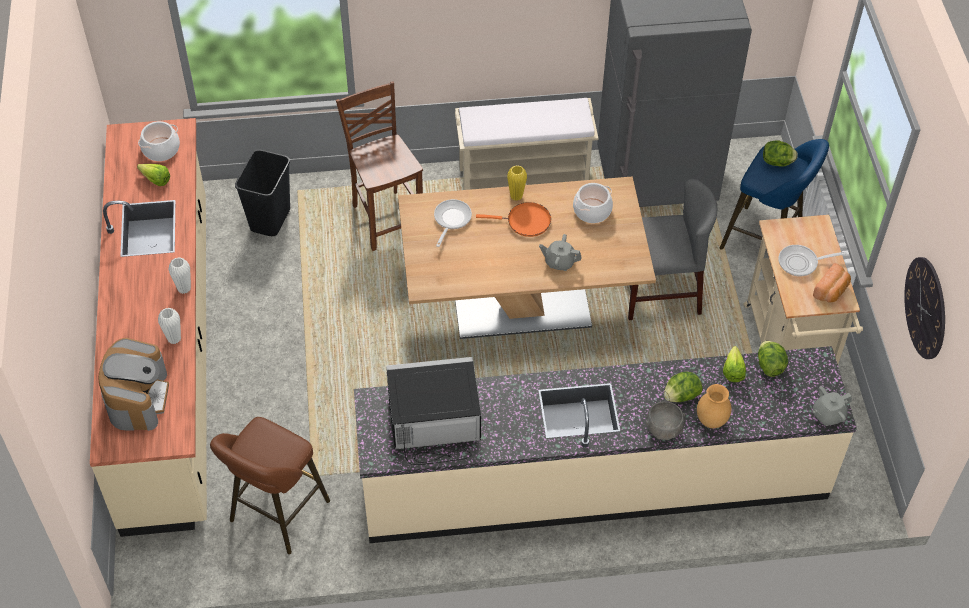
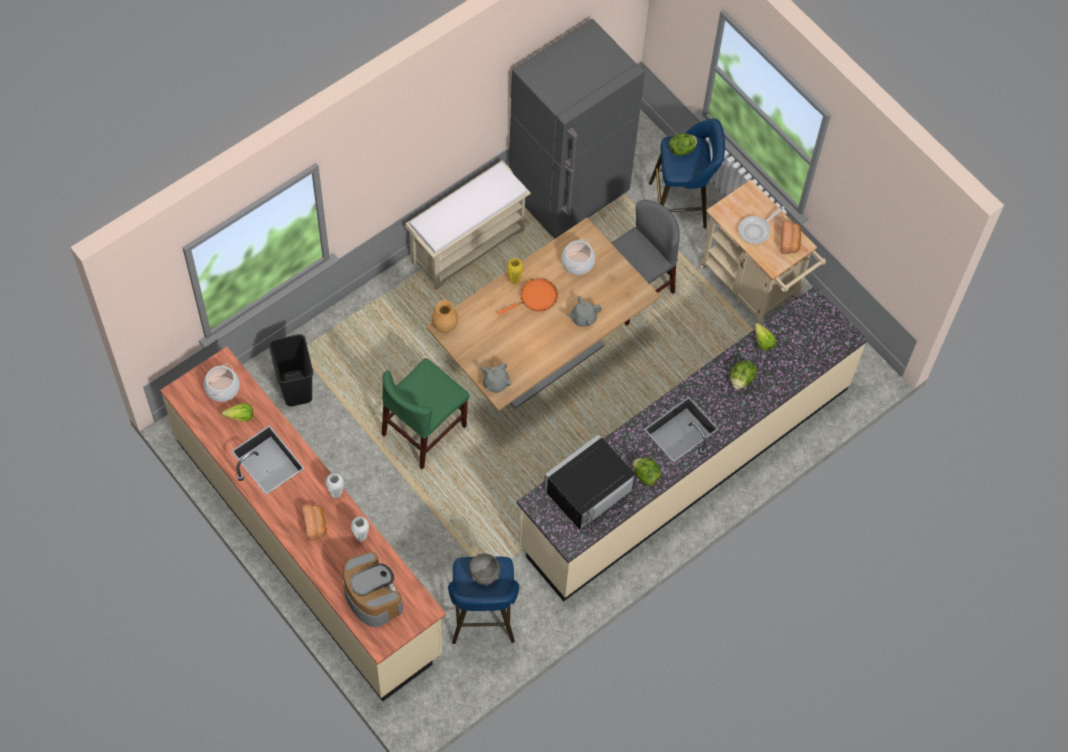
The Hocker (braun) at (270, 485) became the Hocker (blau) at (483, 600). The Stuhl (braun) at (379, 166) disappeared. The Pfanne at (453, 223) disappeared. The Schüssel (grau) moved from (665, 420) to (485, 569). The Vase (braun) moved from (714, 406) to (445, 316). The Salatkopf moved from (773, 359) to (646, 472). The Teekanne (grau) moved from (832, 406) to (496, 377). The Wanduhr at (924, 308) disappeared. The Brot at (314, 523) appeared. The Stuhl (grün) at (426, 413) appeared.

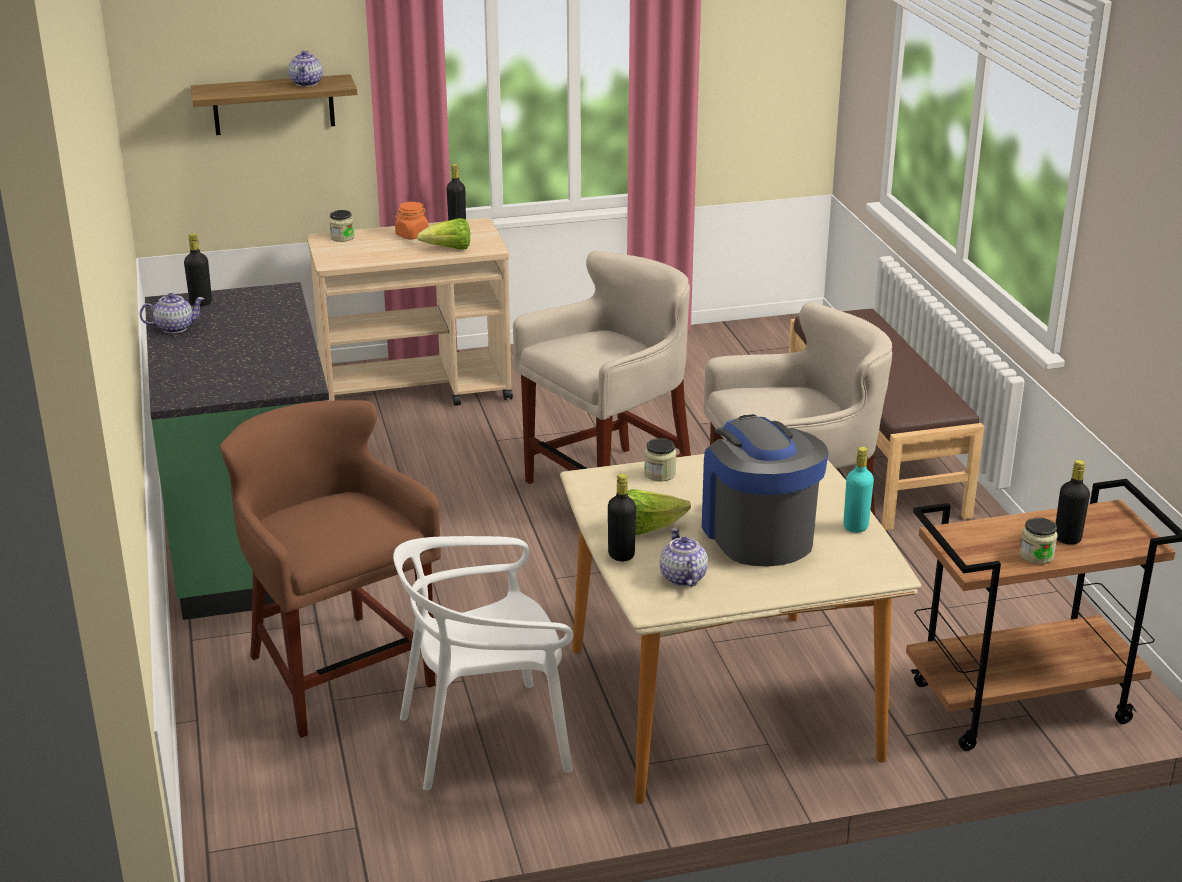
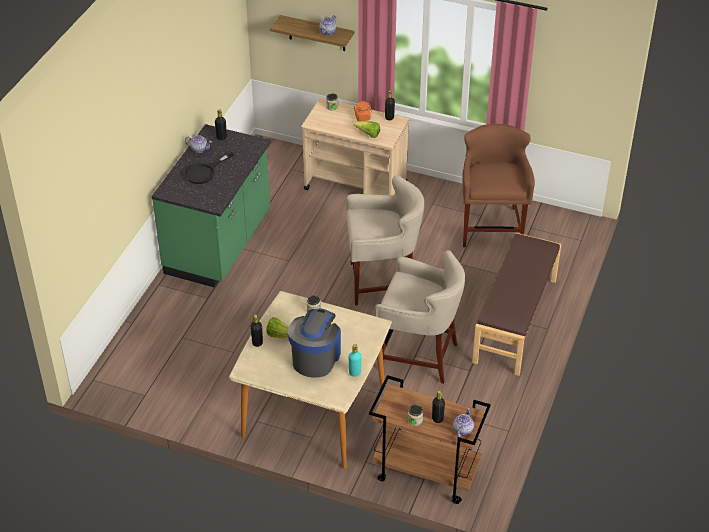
The Hocker (braun) moved from (330, 569) to (499, 186). The Stuhl (weiß) at (483, 663) disappeared. The Teekanne moved from (684, 557) to (463, 423). The Pfanne (schwarz) at (209, 168) appeared.

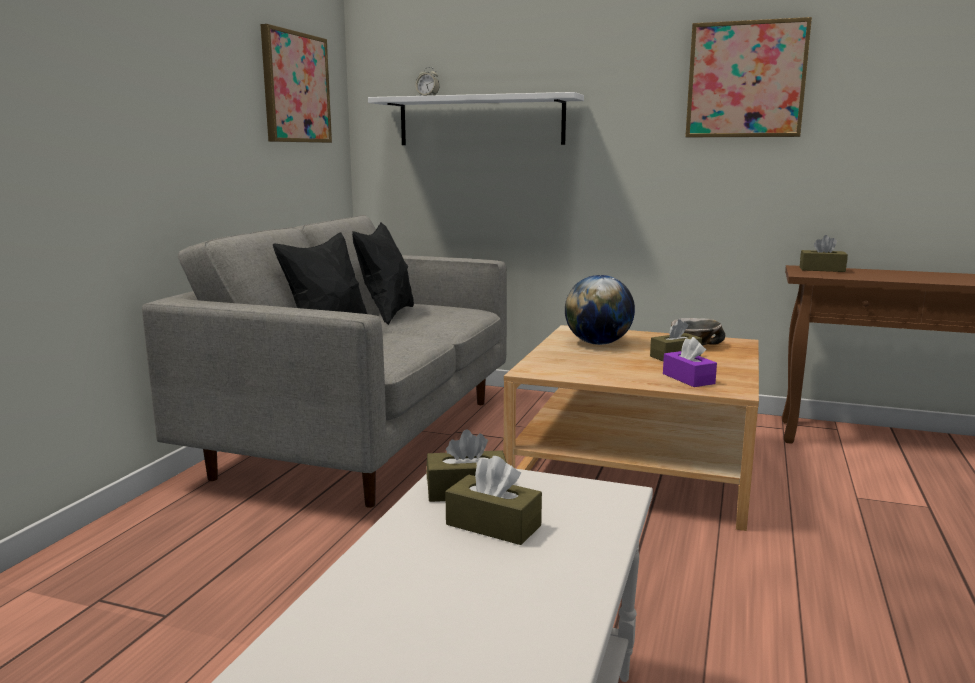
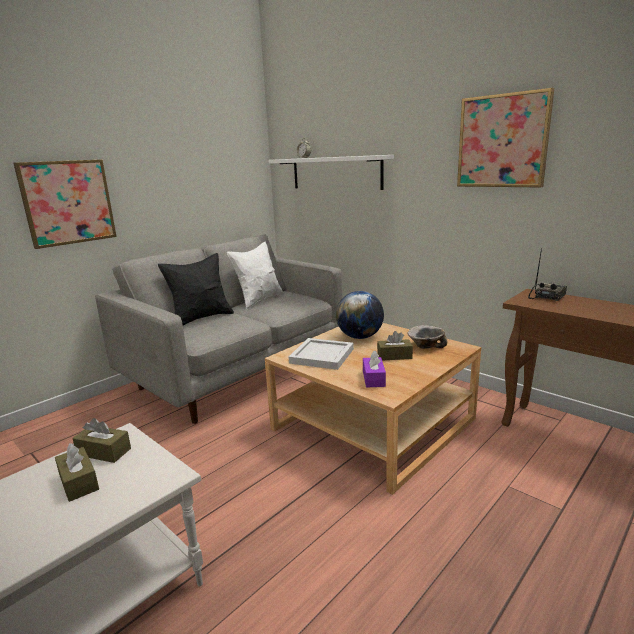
The Bild moved from (296, 83) to (65, 204). The Kissen (schwarz) at (383, 273) became the Kissen (weiß) at (255, 275). The Taschentuchbox (braun) at (824, 253) was replaced by the Radio at (547, 274). The Tablett (weiß) at (321, 354) appeared.

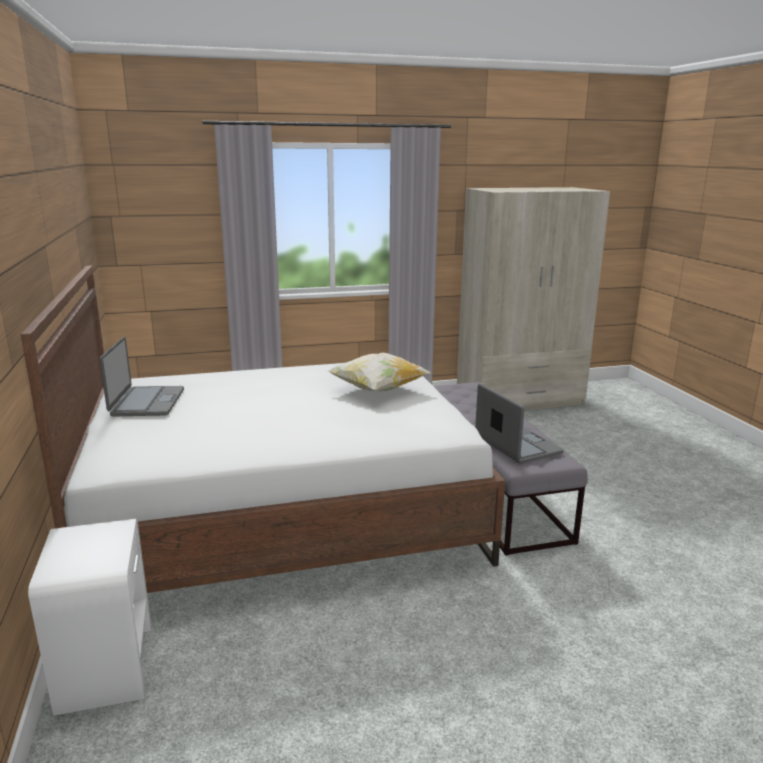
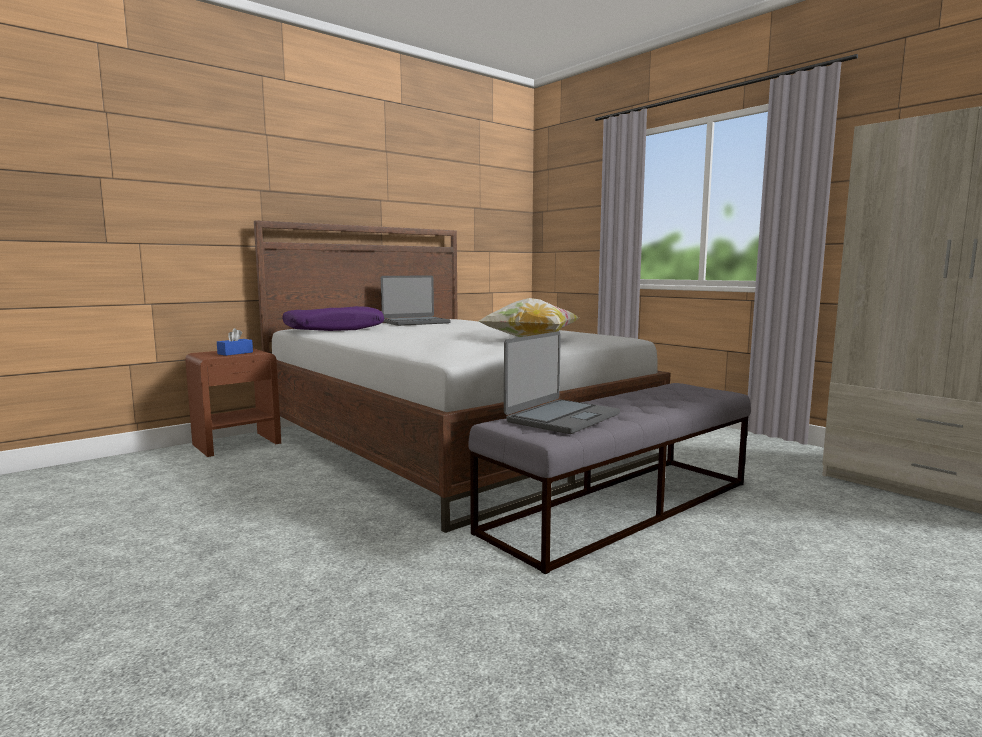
The Nachttisch (weiß) at (90, 617) became the Nachttisch (braun) at (233, 402). The Taschentuchbox (blau) at (235, 342) appeared. The Kissen (lila) at (333, 318) appeared.

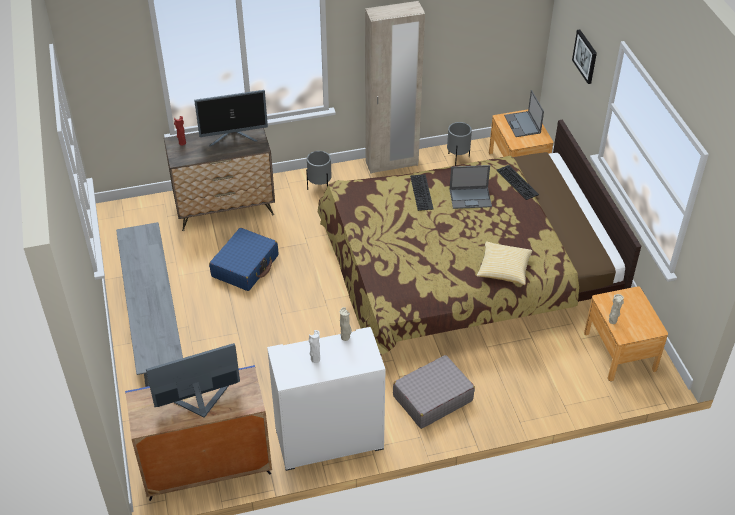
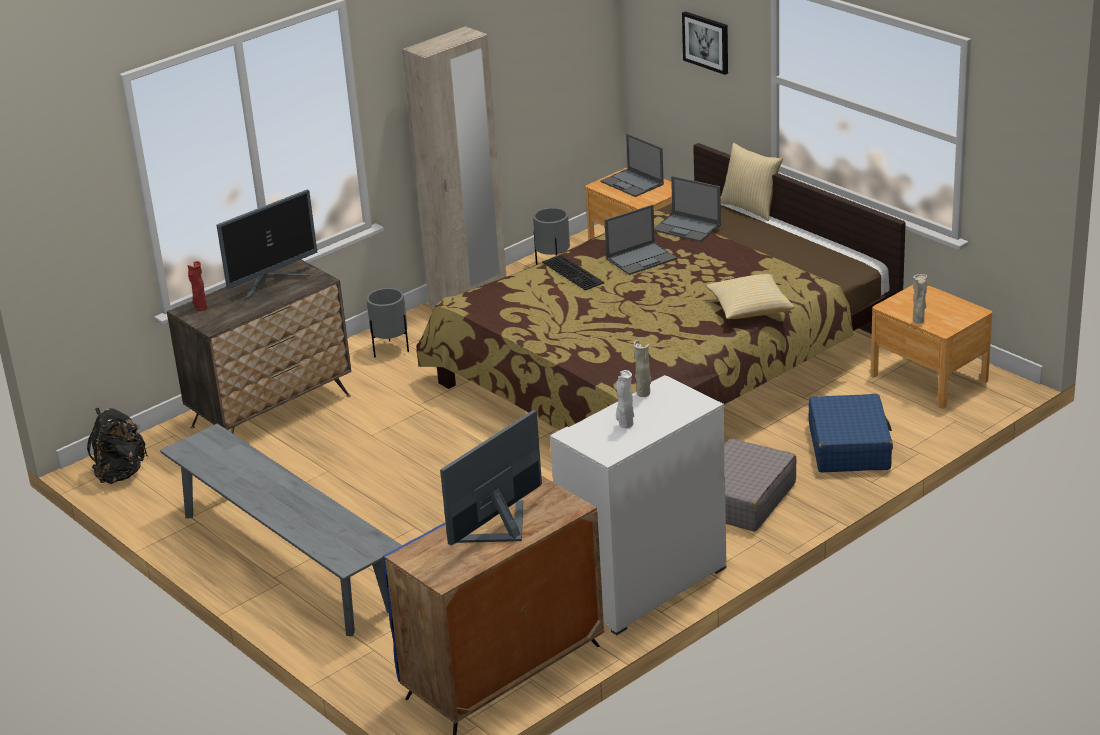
The Koffer (blau) moved from (243, 259) to (850, 433). The Tastatur at (518, 182) was replaced by the Laptop at (687, 209). The Rucksack (schwarz) at (117, 446) appeared. The Kissen at (751, 182) appeared.

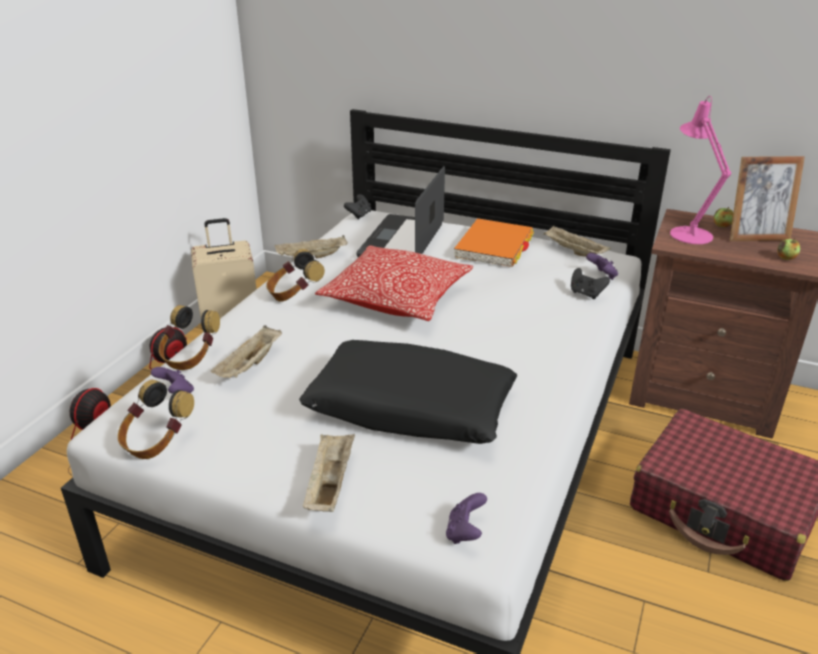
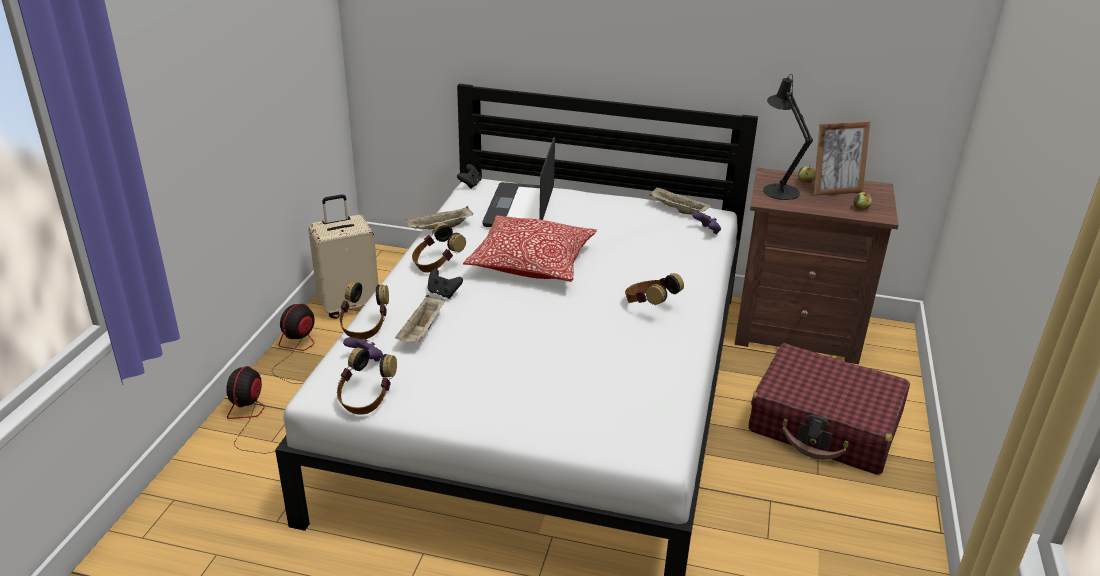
The Kissen (schwarz) at (408, 392) disappeared. The Tablett (beige) at (329, 473) disappeared. The Gamepad (lila) at (466, 518) disappeared. The Buch (orange) at (494, 242) disappeared. The Gamepad (schwarz) moved from (590, 283) to (445, 284). The Tischlampe (rosa) at (700, 170) became the Tischlampe (schwarz) at (788, 137). The Kopfhörer at (654, 289) appeared.

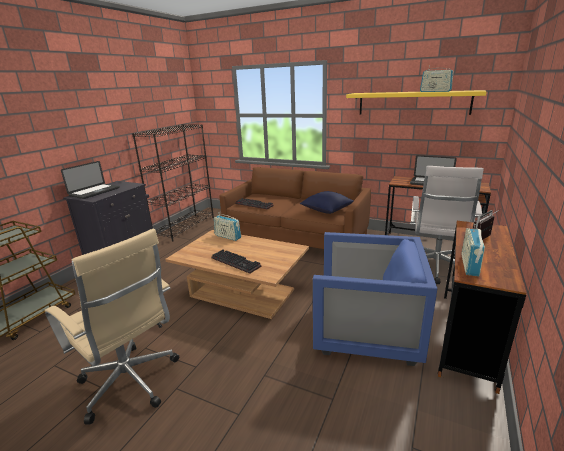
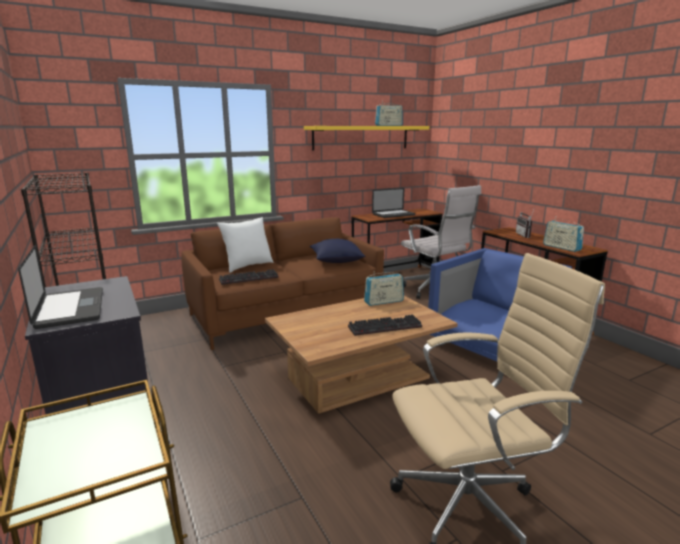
The Radio moved from (227, 226) to (384, 289). The Kissen (weiß) at (245, 245) appeared.

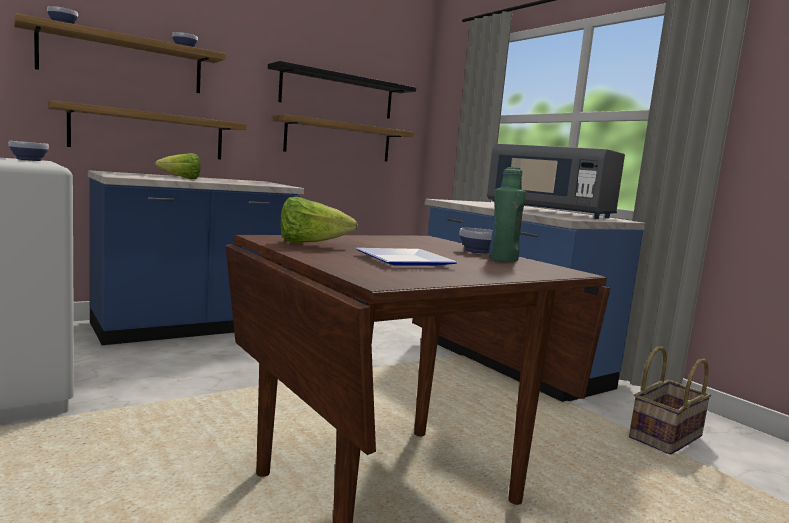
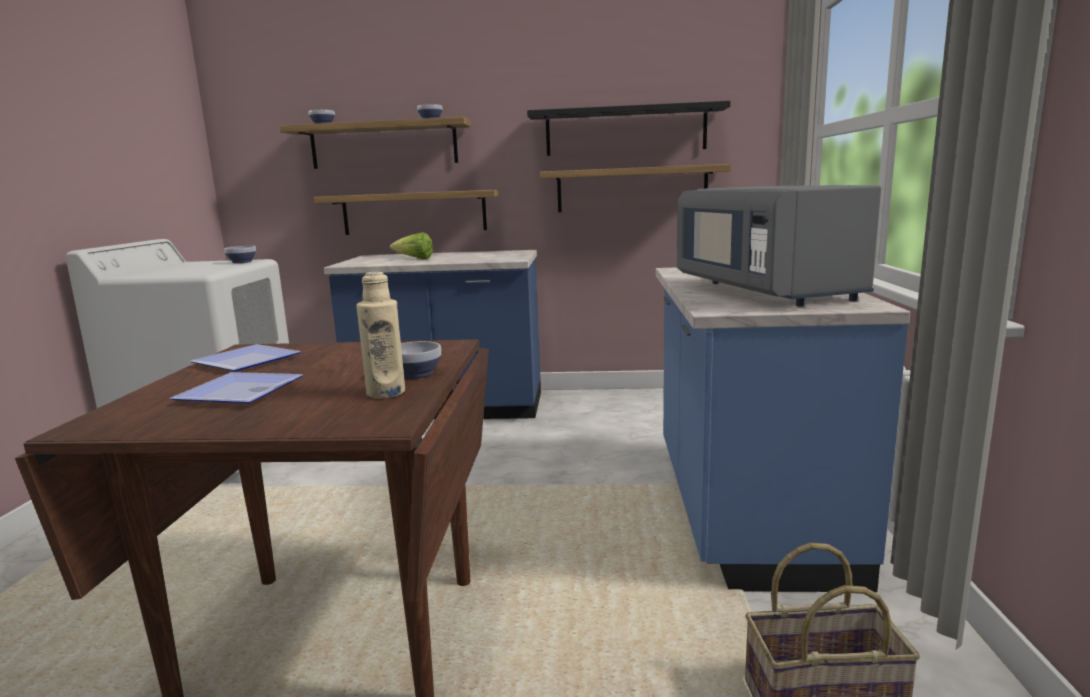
The Salatkopf at (319, 220) was replaced by the Teller at (245, 357). The Flasche (grün) at (507, 214) became the Flasche (beige) at (380, 335).

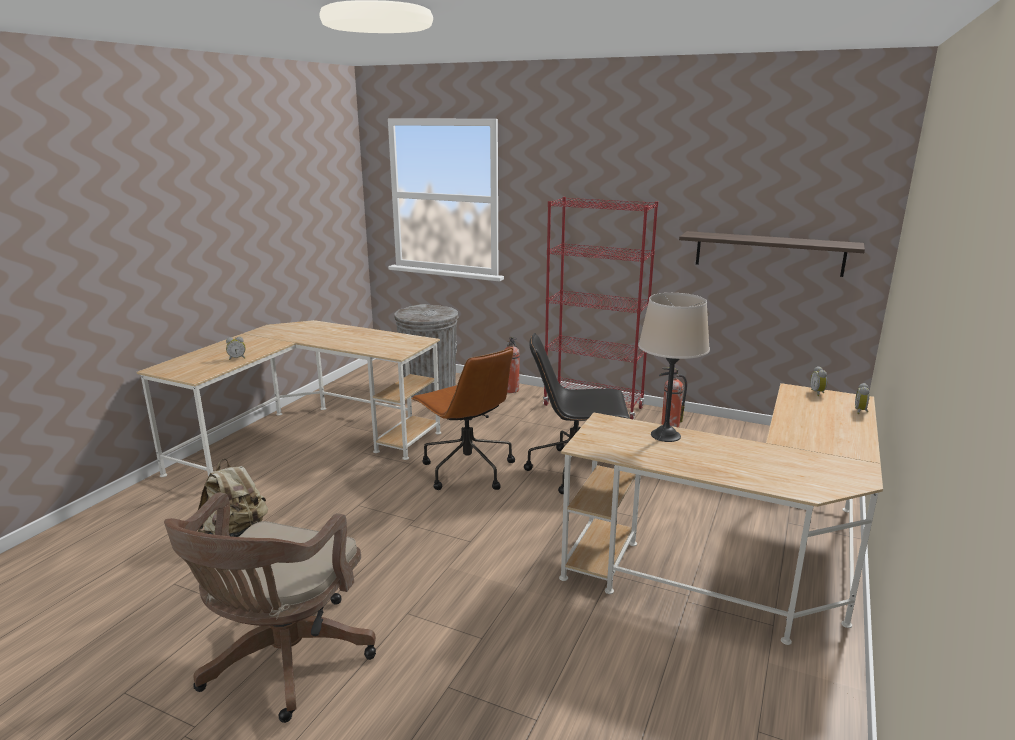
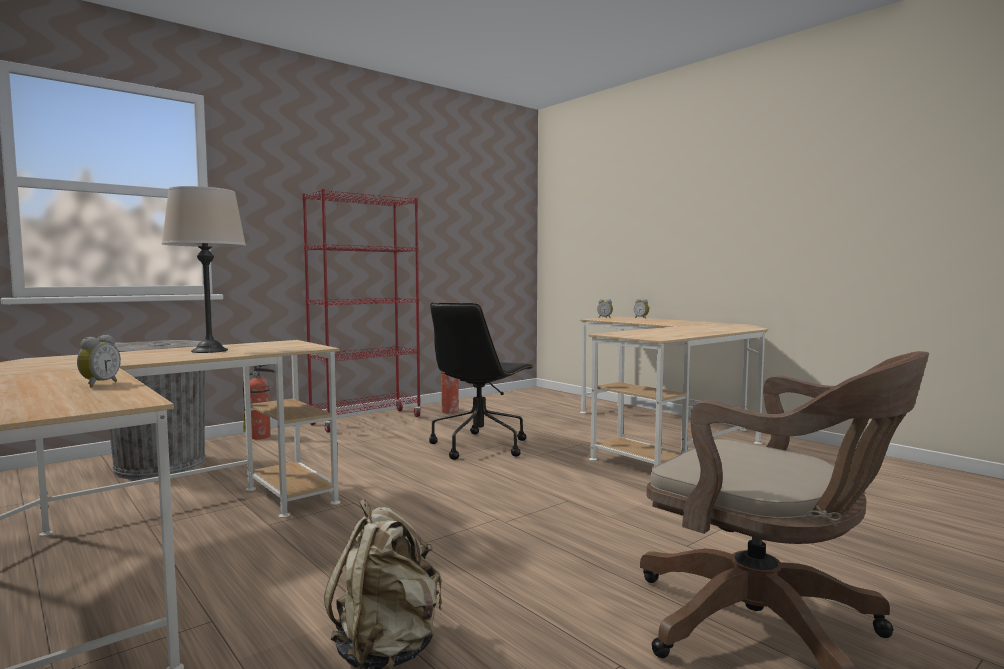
The Bürostuhl (braun) at (463, 419) disappeared. The Tischlampe (beige) moved from (674, 367) to (204, 269). The Wandregal at (772, 254) disappeared.

